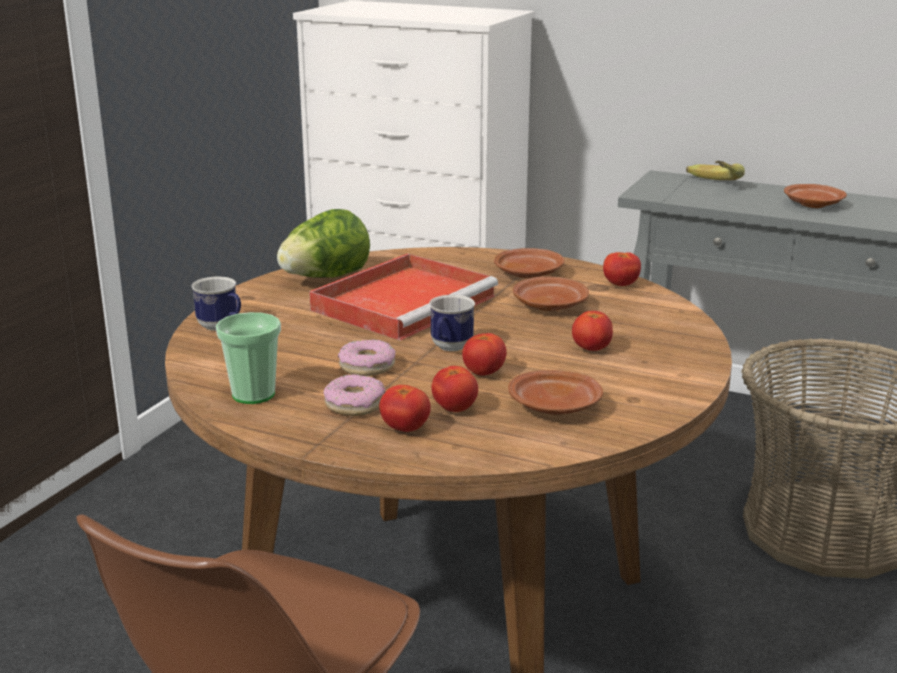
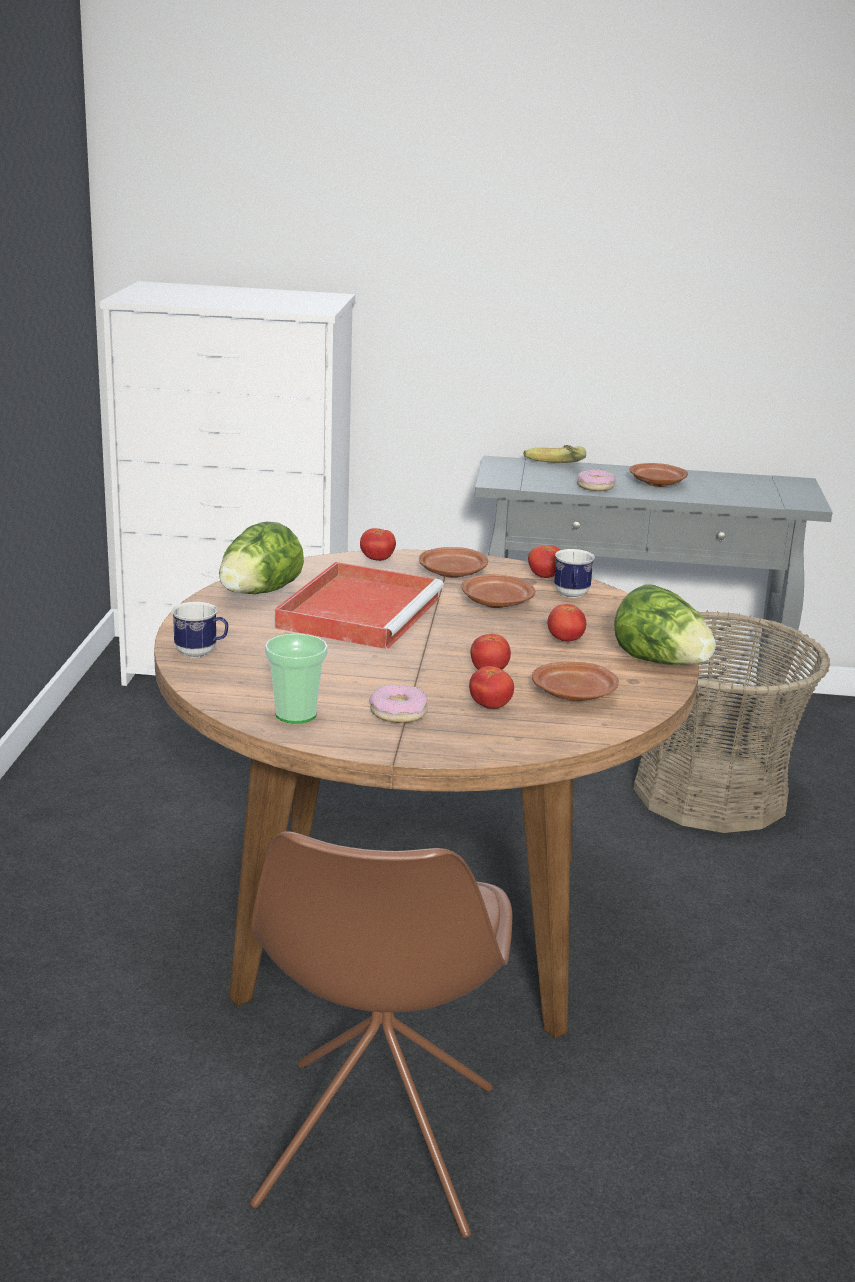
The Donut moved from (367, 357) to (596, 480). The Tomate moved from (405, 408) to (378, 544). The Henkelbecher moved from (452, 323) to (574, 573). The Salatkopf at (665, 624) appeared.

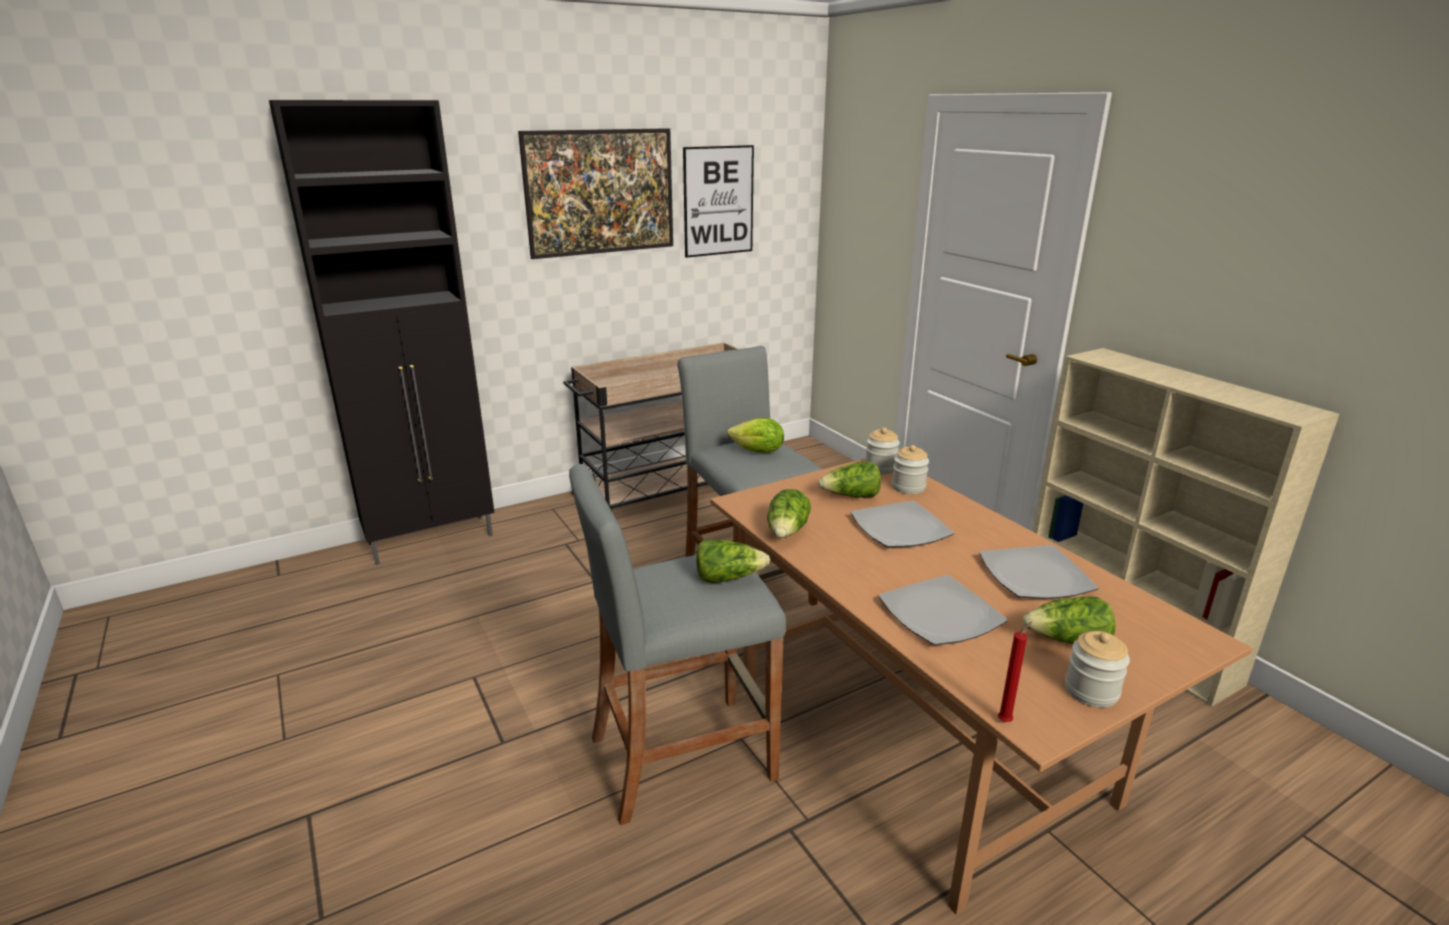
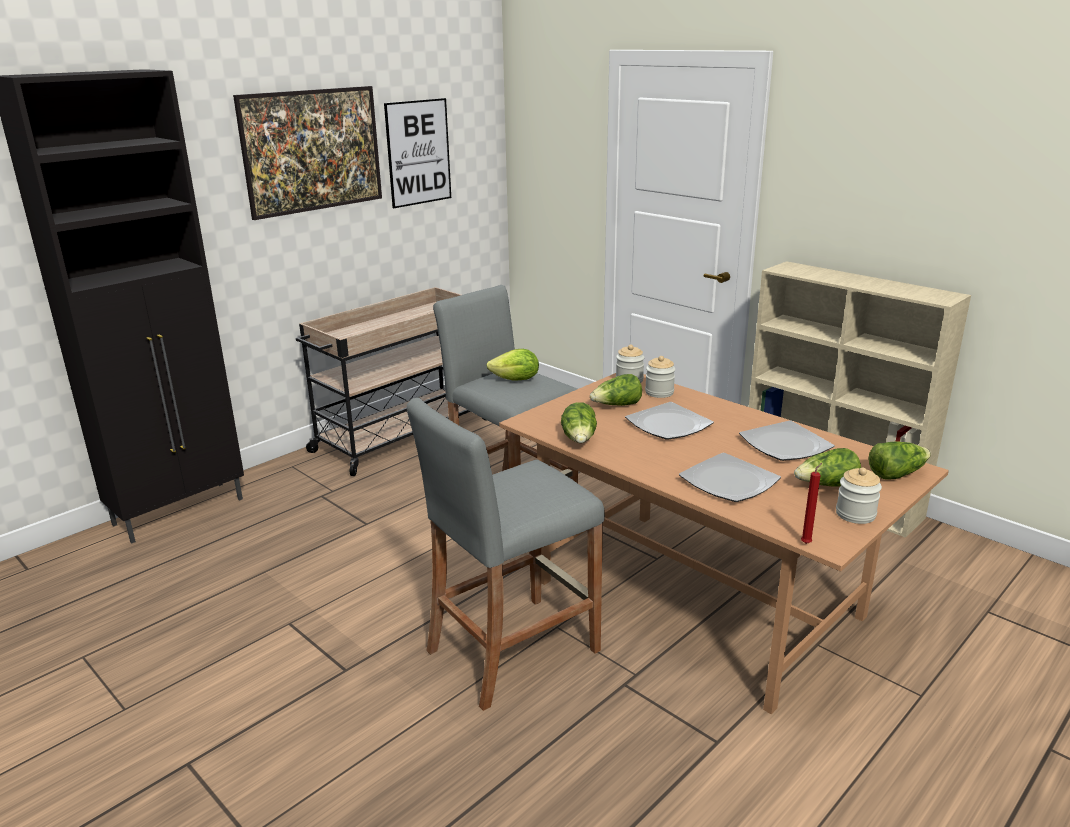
The Salatkopf moved from (733, 561) to (899, 460).

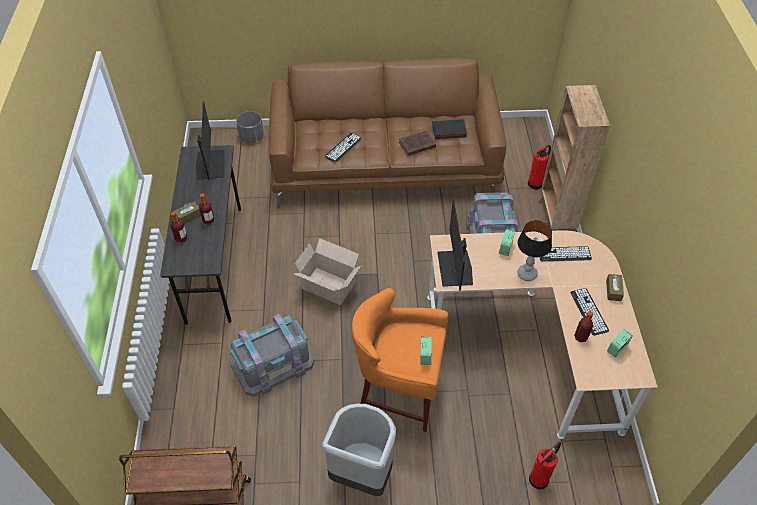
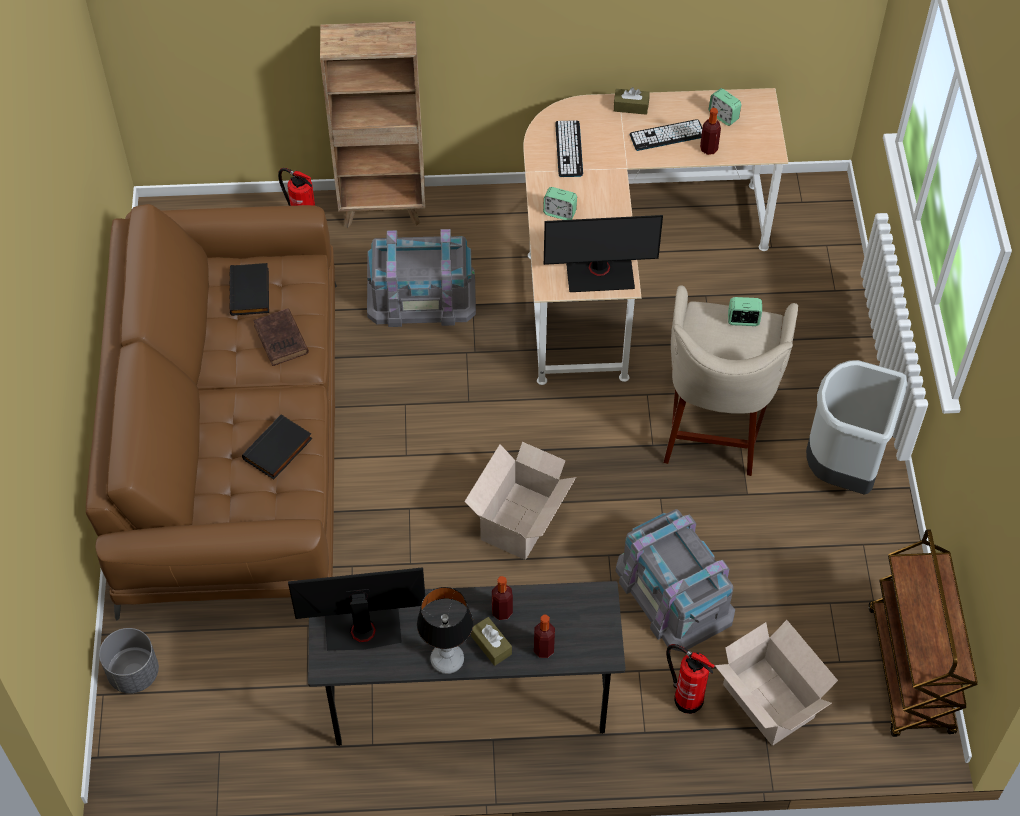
The Tastatur at (343, 147) was replaced by the Buch (schwarz) at (277, 446). The Hocker (orange) at (400, 360) became the Hocker (beige) at (730, 380). The Tischlampe moved from (534, 250) to (445, 630). The Feuerlöscher moved from (545, 466) to (690, 679). The Karton at (776, 683) appeared.

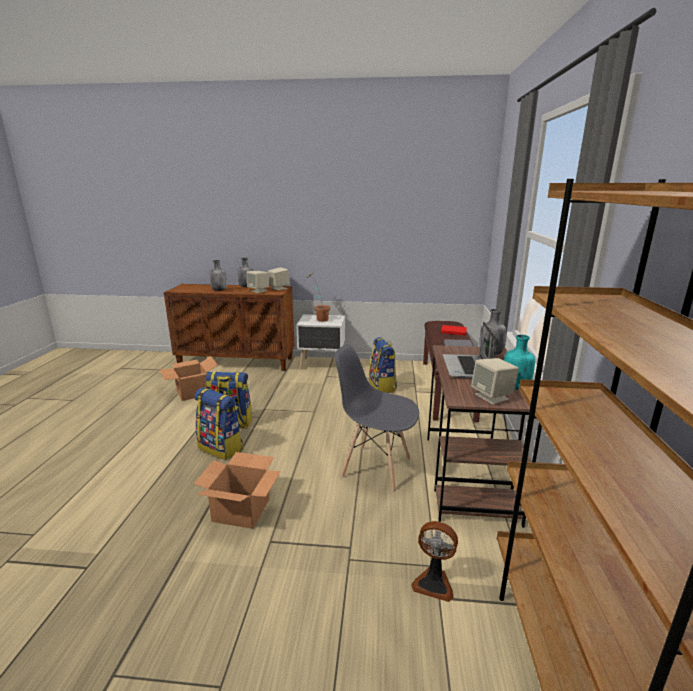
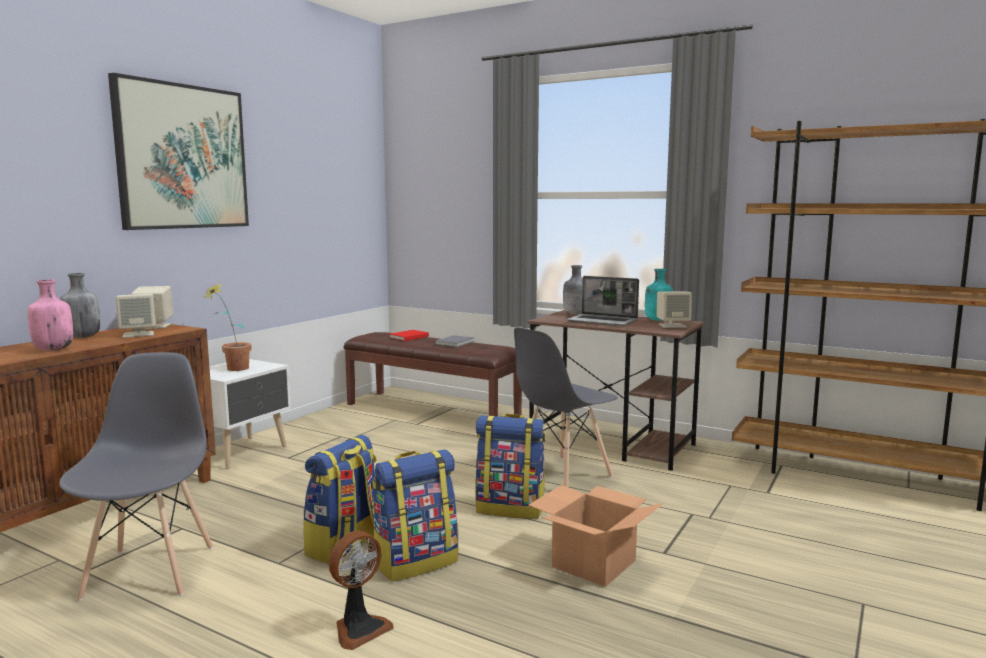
The Karton at (189, 378) was replaced by the Stuhl (grau) at (136, 476). The Flasche (grau) at (218, 275) became the Flasche (rosa) at (50, 314). The Rucksack moved from (383, 365) to (510, 466). The Ventilator moved from (434, 561) to (361, 590). The Bild at (178, 151) appeared.

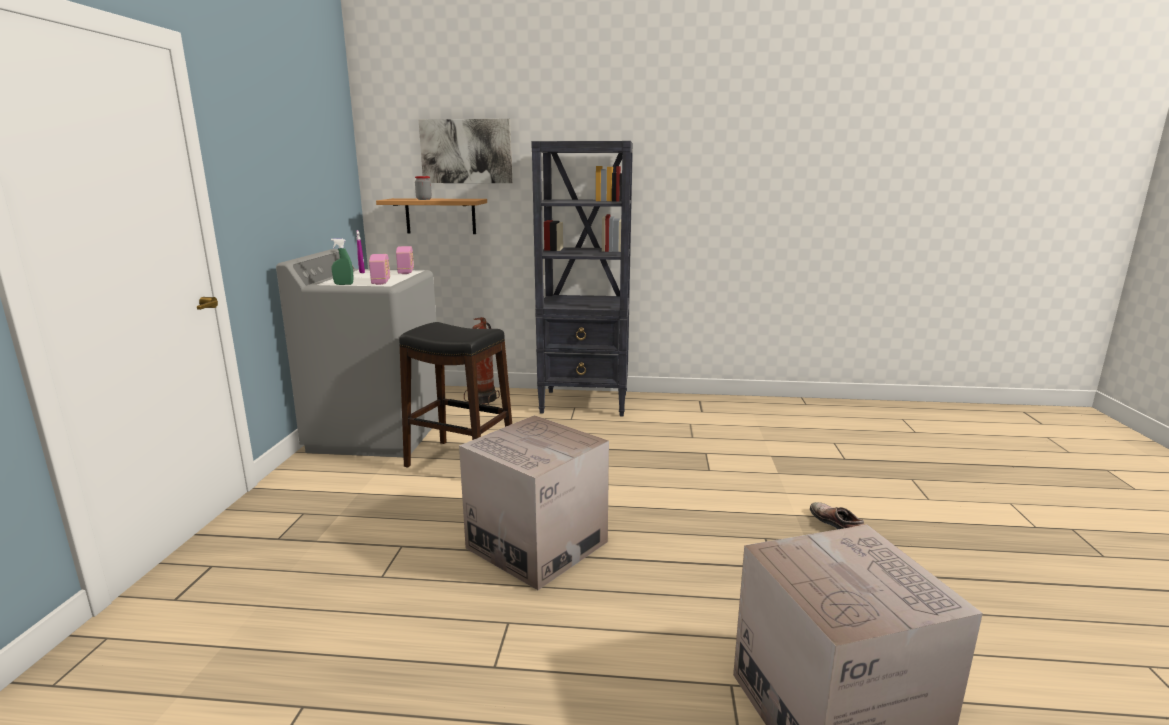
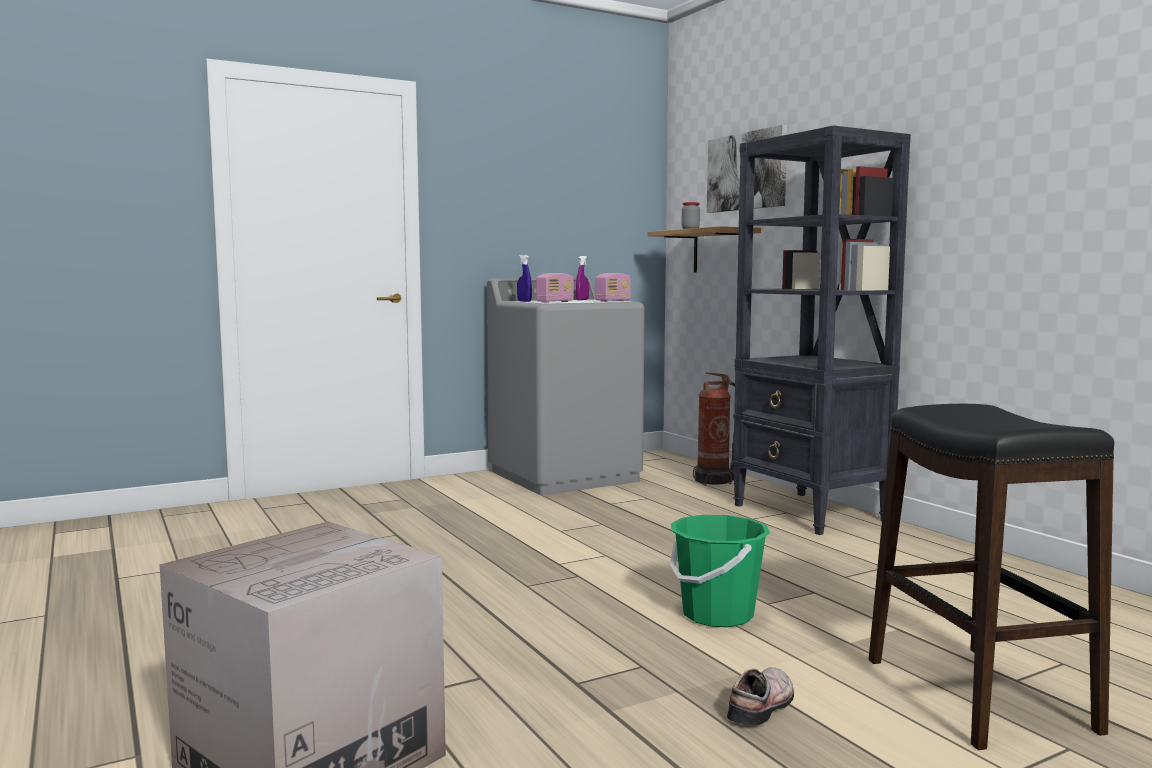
The Sprühflasche (grün) at (342, 261) became the Sprühflasche (blau) at (524, 278). The Hocker (schwarz) moved from (455, 395) to (991, 577). The Karton at (534, 502) disappeared. The Eimer (grün) at (720, 571) appeared.

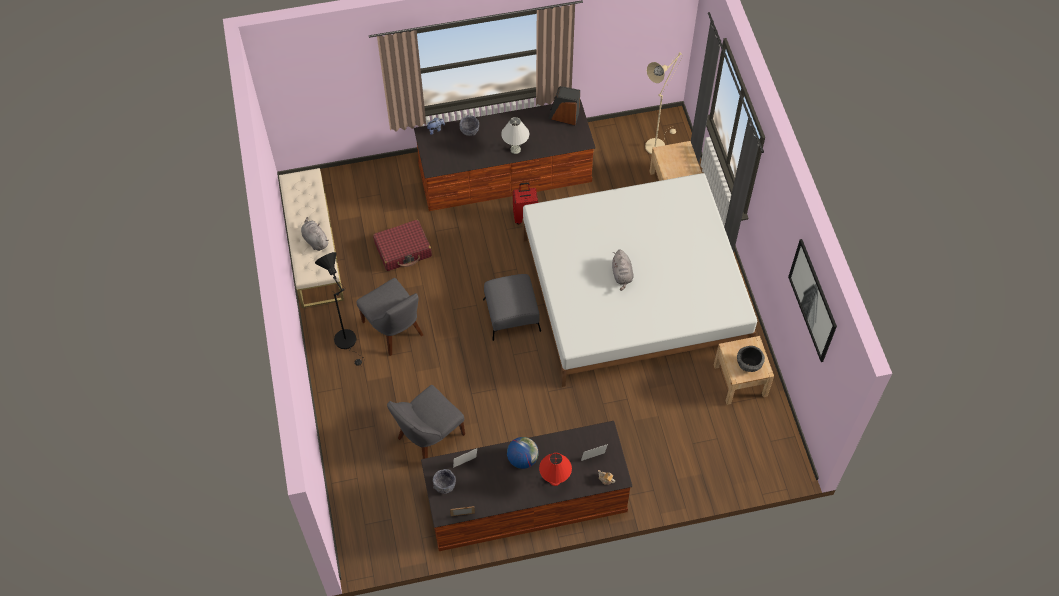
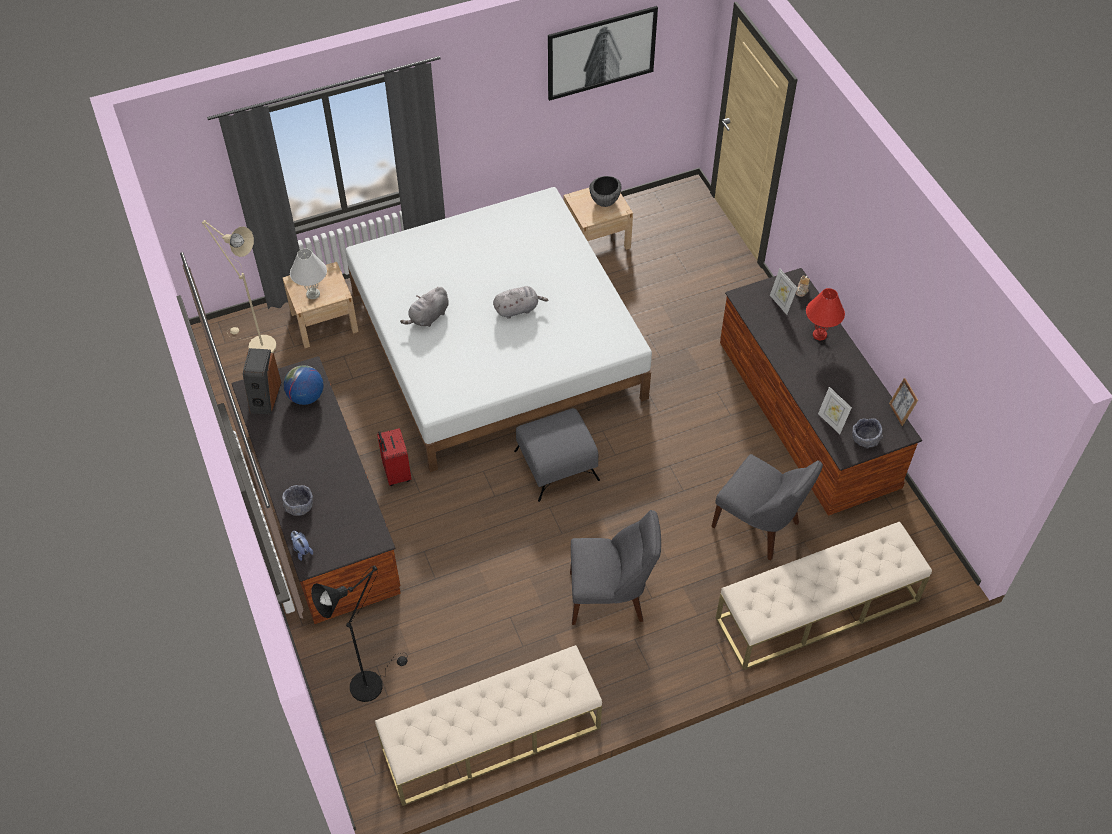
The Plüschtier (grau) moved from (315, 234) to (424, 307). The Stehlampe (schwarz) moved from (340, 309) to (359, 634). The Stuhl (grau) at (389, 317) turned 45 degrees clockwise. The Koffer (rot) at (402, 245) disappeared. The Tischlampe (weiß) moved from (515, 135) to (308, 274). The Globus moved from (522, 453) to (304, 385). The Bank (beige) at (824, 596) appeared.

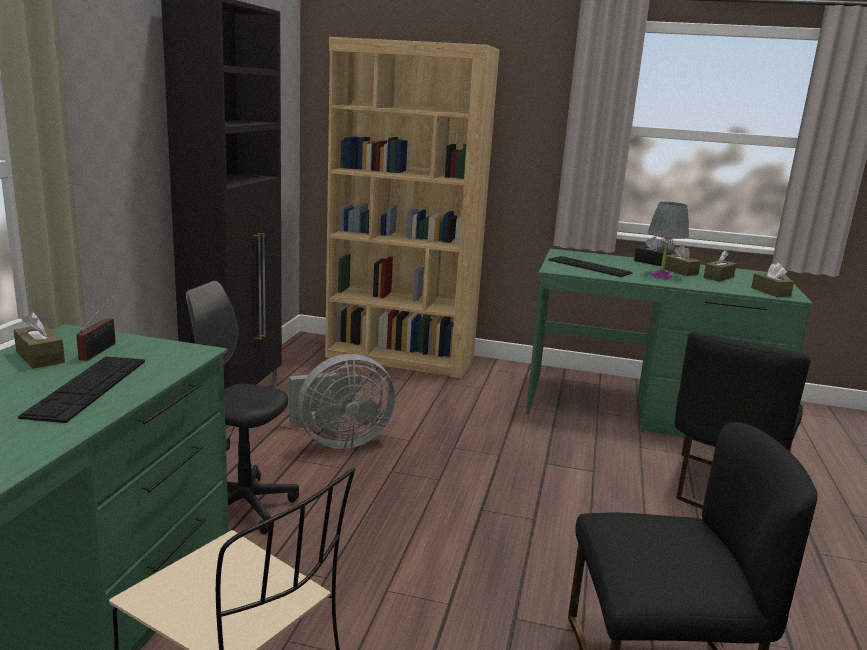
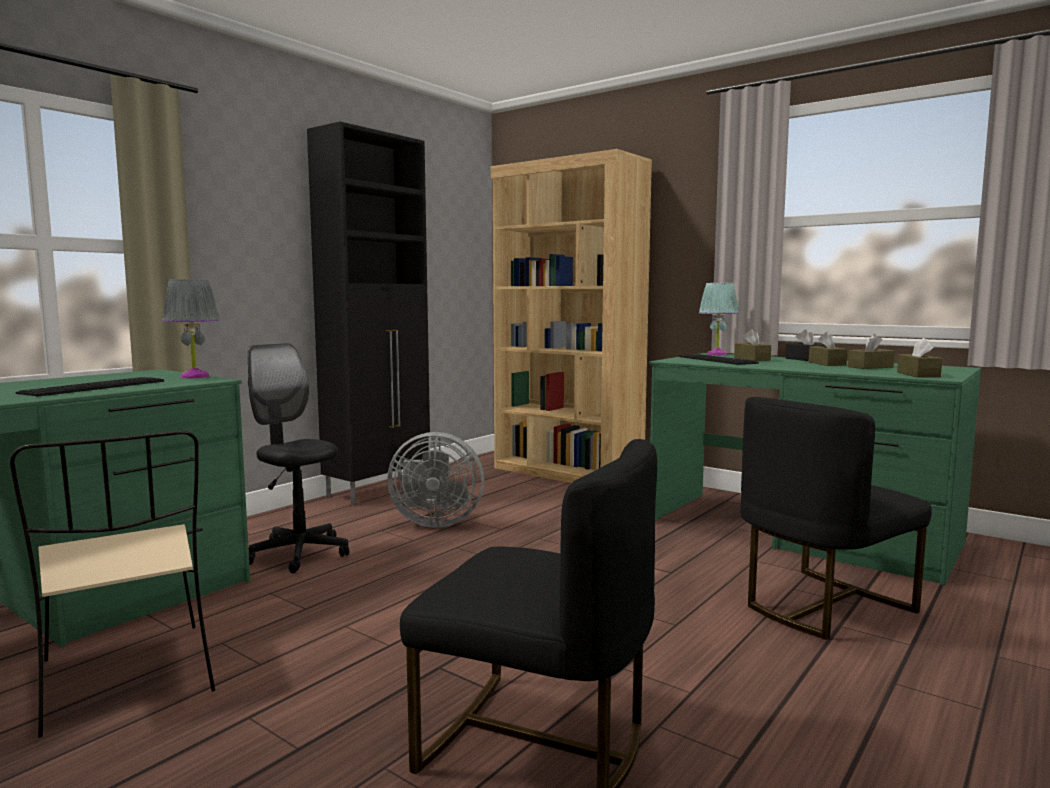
The Taschentuchbox (braun) moved from (39, 340) to (752, 345). The Radio at (96, 329) disappeared. The Tischlampe (grau) moved from (668, 240) to (191, 328). The Tischlampe (türkis) at (719, 319) appeared.

